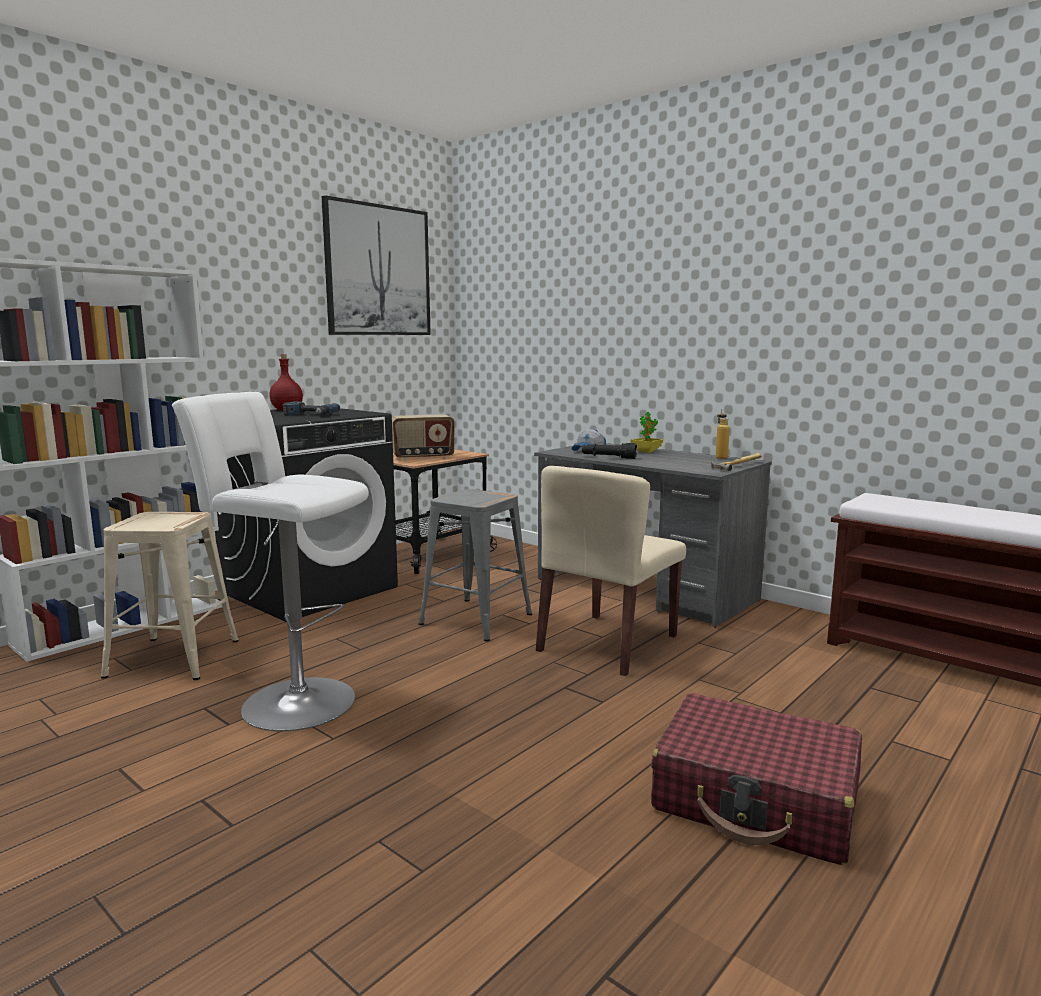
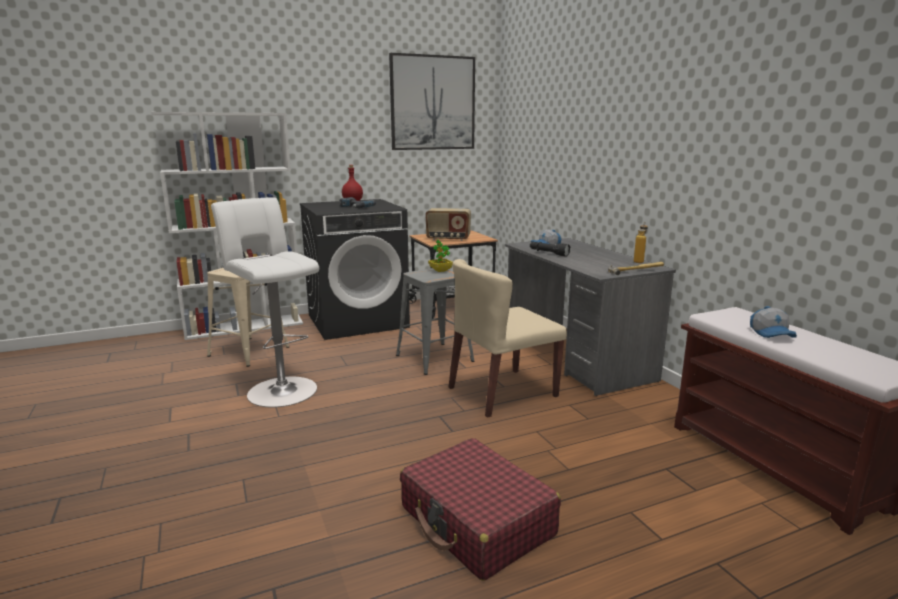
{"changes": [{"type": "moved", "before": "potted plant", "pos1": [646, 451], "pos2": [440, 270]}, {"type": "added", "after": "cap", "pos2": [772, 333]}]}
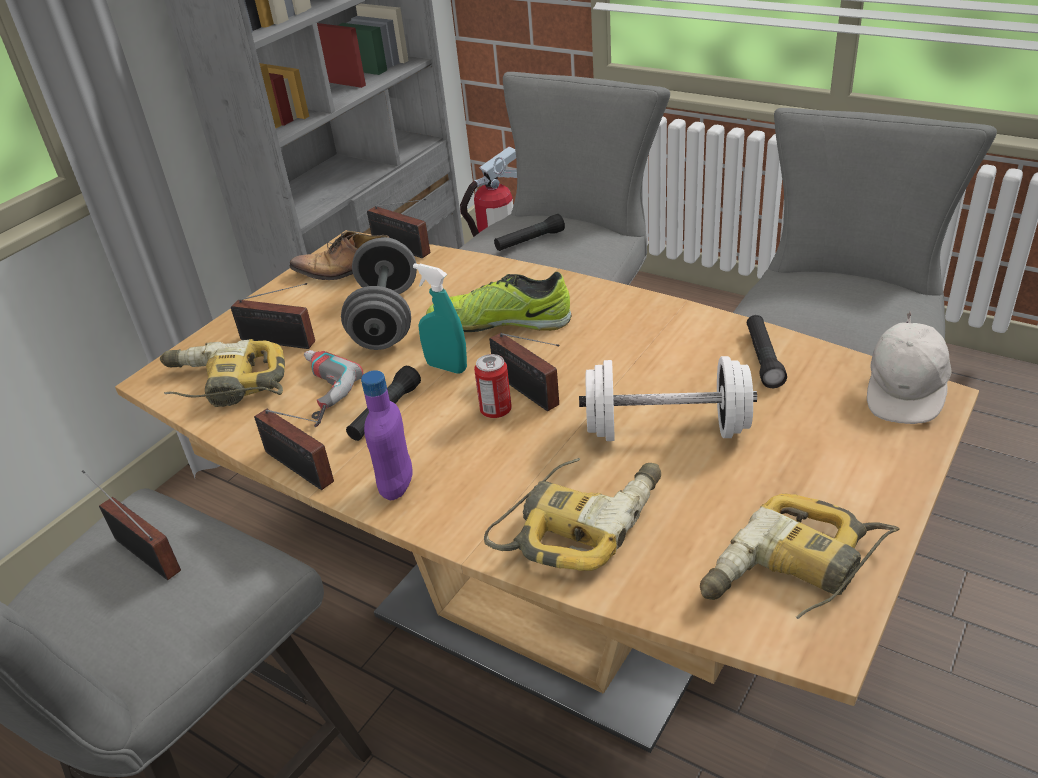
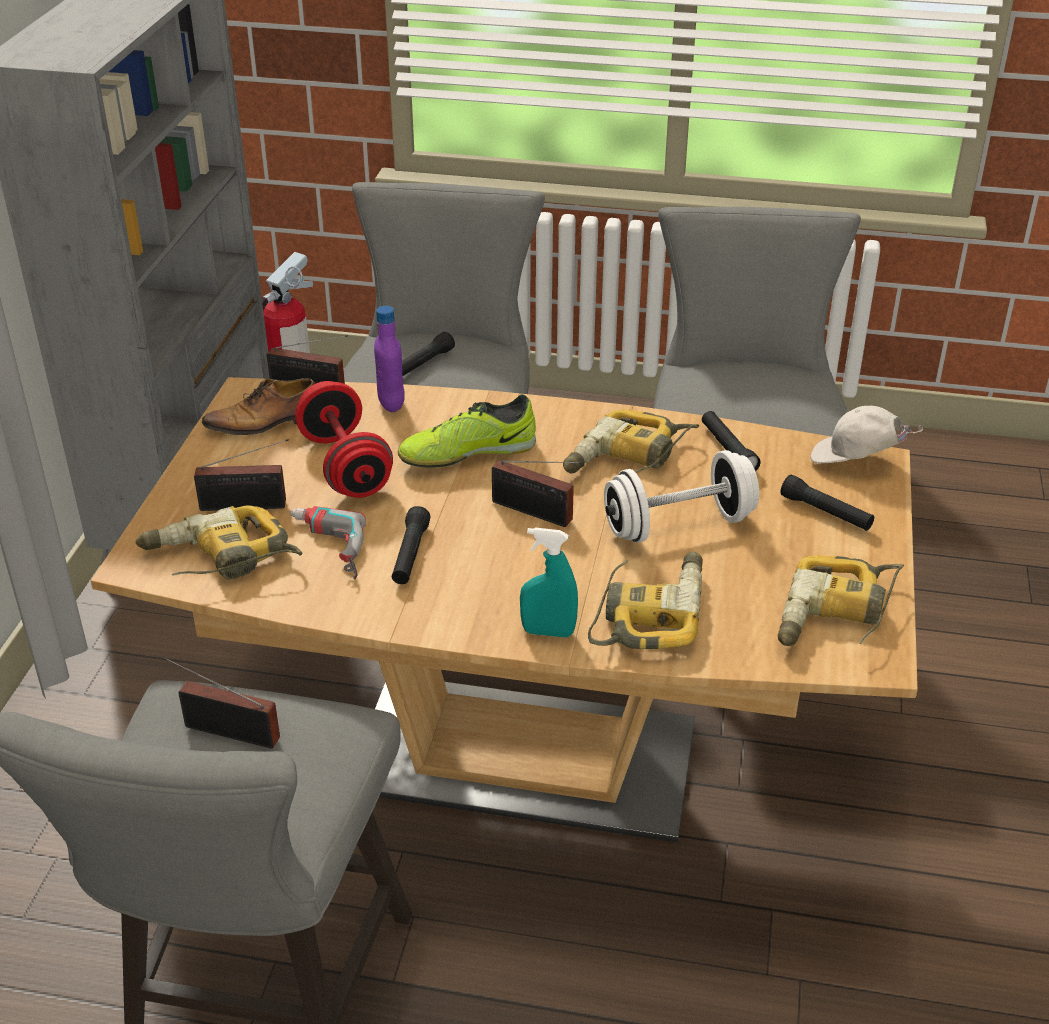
{"changes": [{"type": "recoloured", "before": "dumbbell (grey)", "after": "dumbbell (red)", "pos1": [386, 319], "pos2": [345, 466]}, {"type": "moved", "before": "bottle (purple)", "pos1": [397, 486], "pos2": [391, 404]}, {"type": "moved", "before": "spray bottle (turquoise)", "pos1": [446, 367], "pos2": [548, 632]}, {"type": "added", "after": "power drill", "pos2": [628, 459]}, {"type": "added", "after": "flashlight (black)", "pos2": [826, 513]}, {"type": "turned", "before": "cap (white)", "pos1": [905, 393], "pos2": [855, 461], "turn": 105}, {"type": "removed", "before": "radio", "pos1": [301, 470]}, {"type": "removed", "before": "can", "pos1": [496, 411]}]}
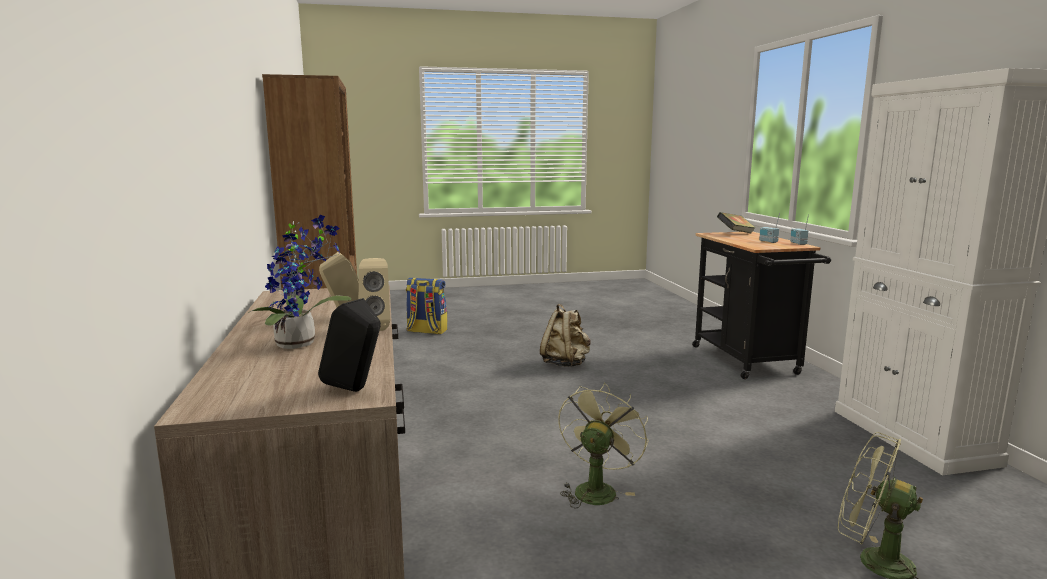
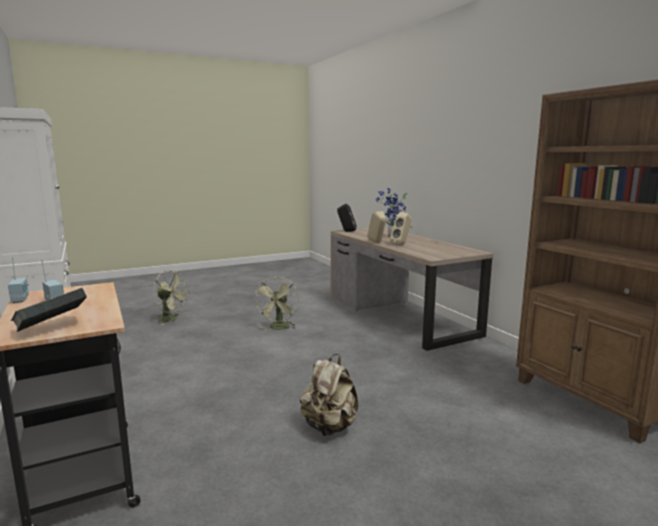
{"changes": [{"type": "removed", "before": "backpack", "pos1": [426, 331]}]}
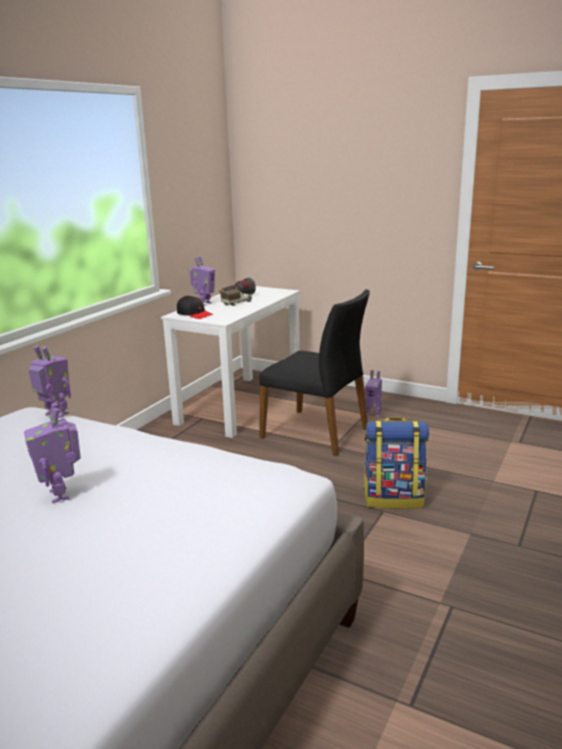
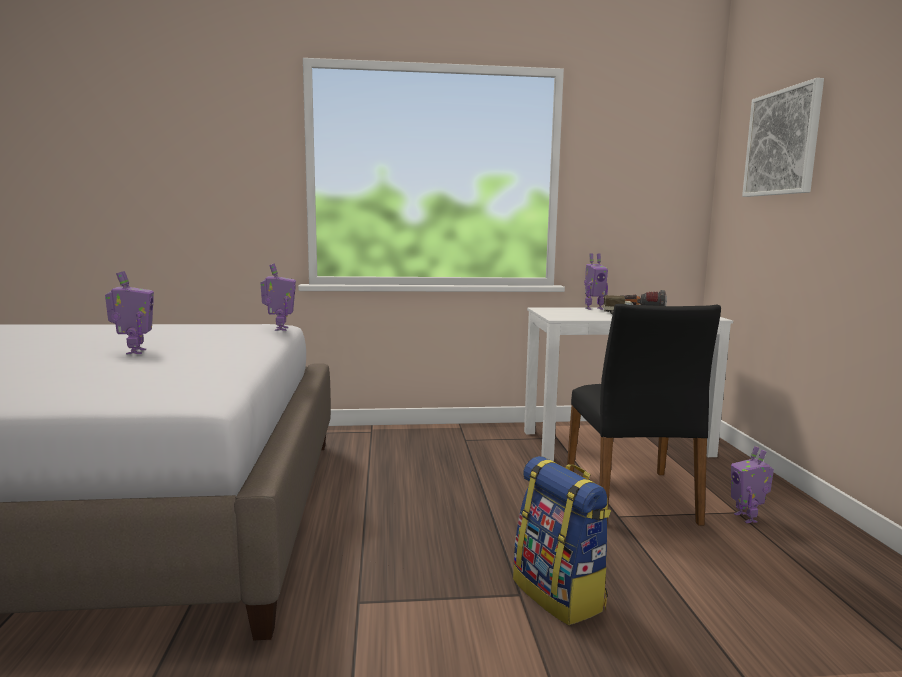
{"changes": [{"type": "turned", "before": "toy robot", "pos1": [61, 494], "pos2": [134, 352], "turn": 135}, {"type": "added", "after": "picture", "pos2": [782, 143]}, {"type": "removed", "before": "cap (black)", "pos1": [194, 314]}]}
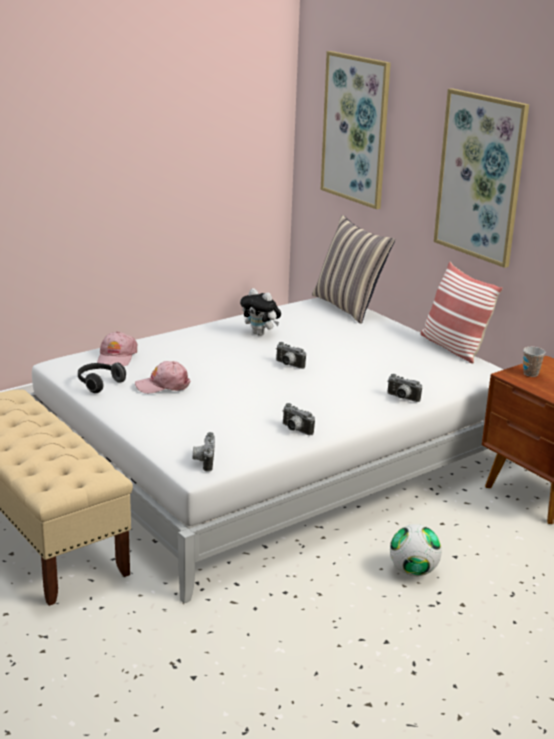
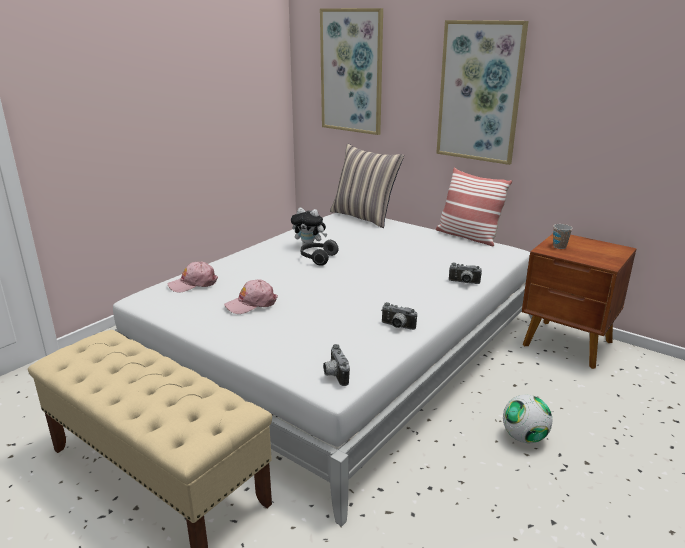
{"changes": [{"type": "turned", "before": "cap (pink)", "pos1": [116, 357], "pos2": [193, 284], "turn": 75}, {"type": "moved", "before": "headphones", "pos1": [99, 384], "pos2": [317, 258]}, {"type": "removed", "before": "photo camera", "pos1": [288, 365]}]}
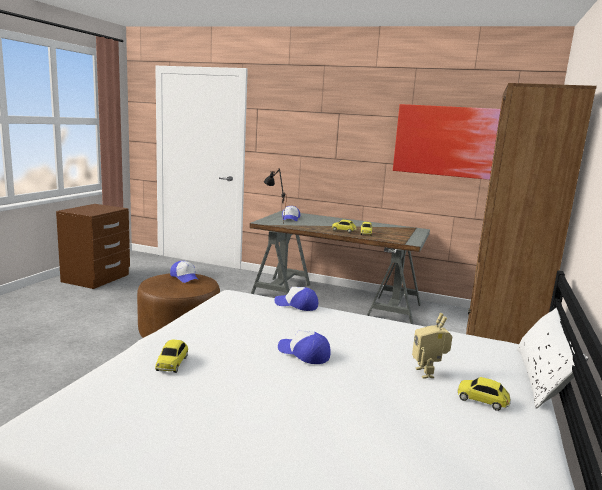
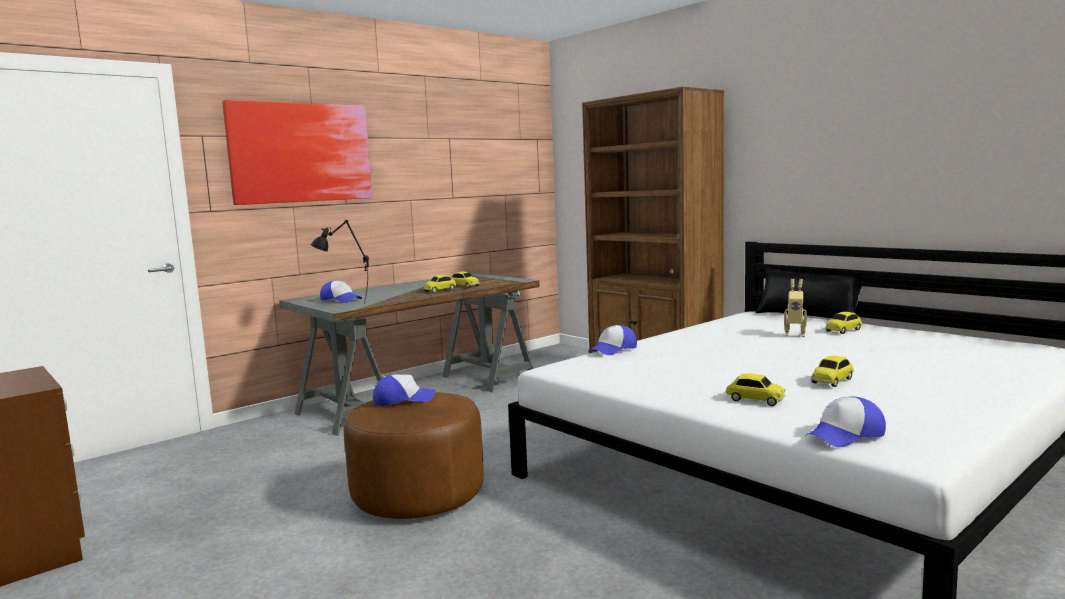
{"changes": [{"type": "moved", "before": "picture", "pos1": [446, 141], "pos2": [301, 153]}, {"type": "recoloured", "before": "pillow (white)", "after": "pillow (black)", "pos1": [542, 378], "pos2": [808, 316]}, {"type": "moved", "before": "cap", "pos1": [304, 353], "pos2": [845, 435]}, {"type": "added", "after": "toy car", "pos2": [832, 381]}]}
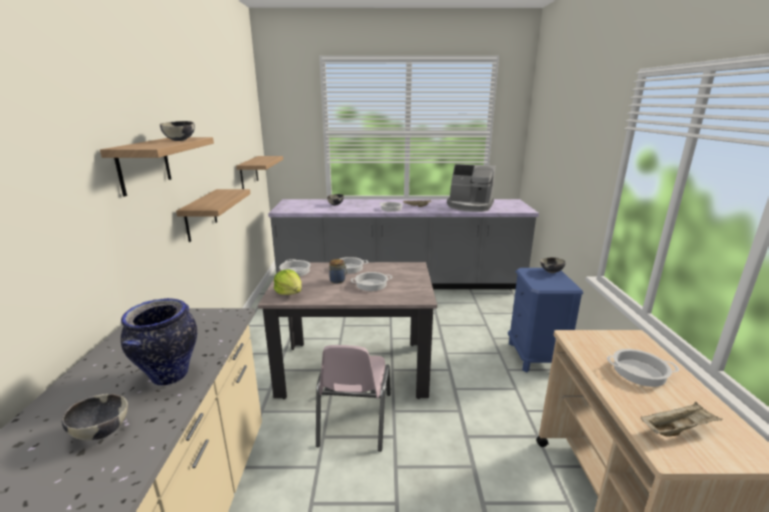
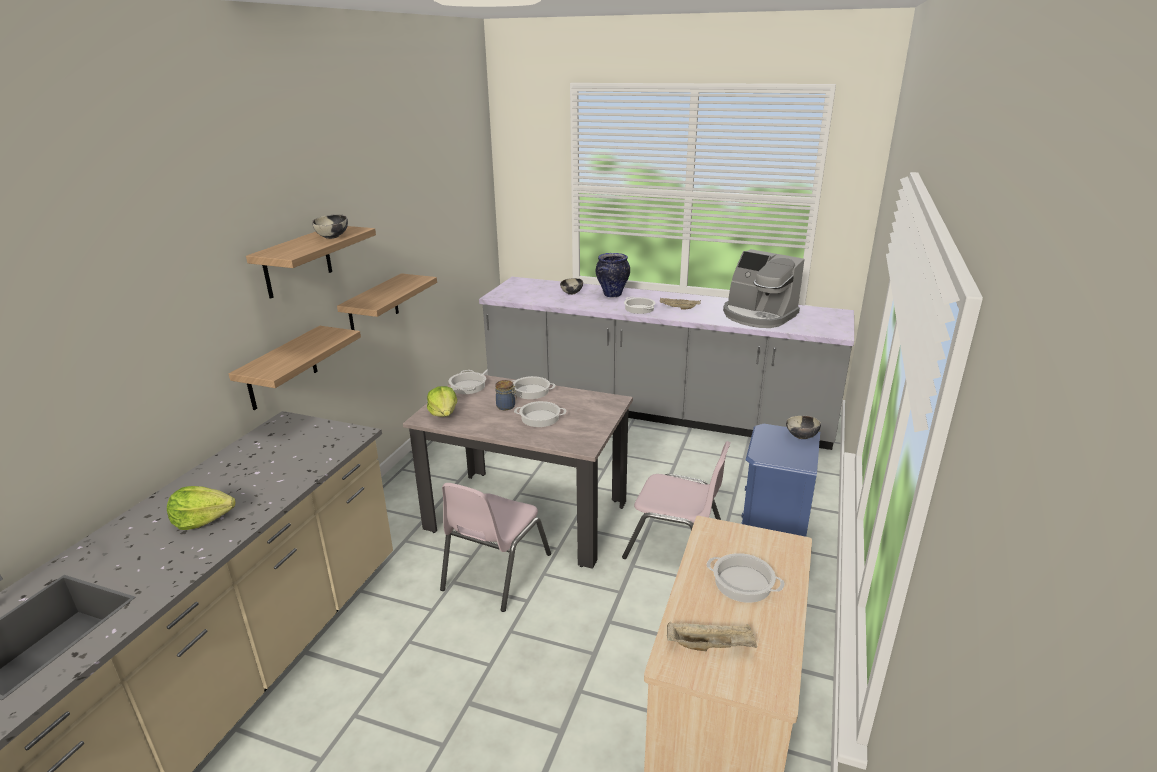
{"changes": [{"type": "replaced", "before": "bowl", "after": "lettuce", "pos1": [101, 431], "pos2": [202, 519]}, {"type": "moved", "before": "shelf", "pos1": [249, 172], "pos2": [282, 368]}, {"type": "moved", "before": "vase", "pos1": [169, 376], "pos2": [612, 295]}, {"type": "added", "after": "chair (pink)", "pos2": [675, 547]}]}
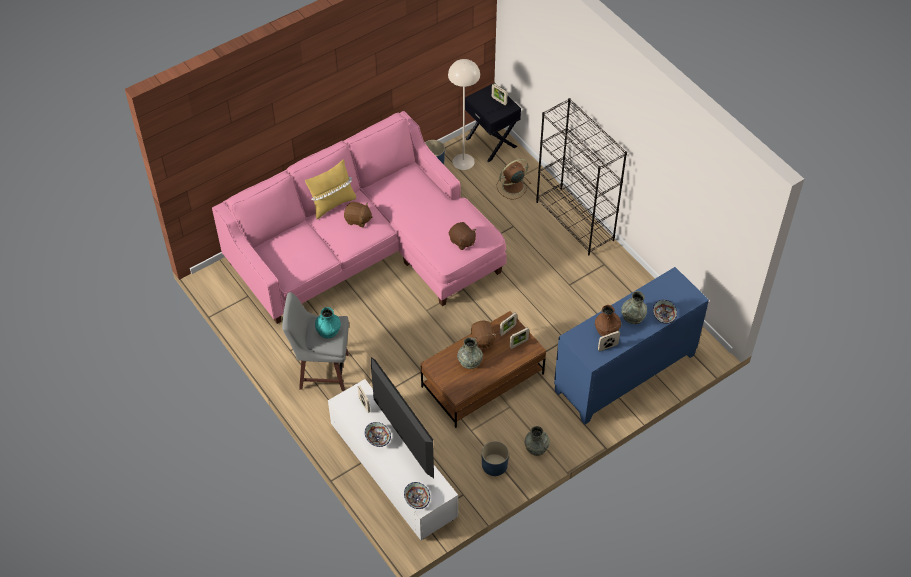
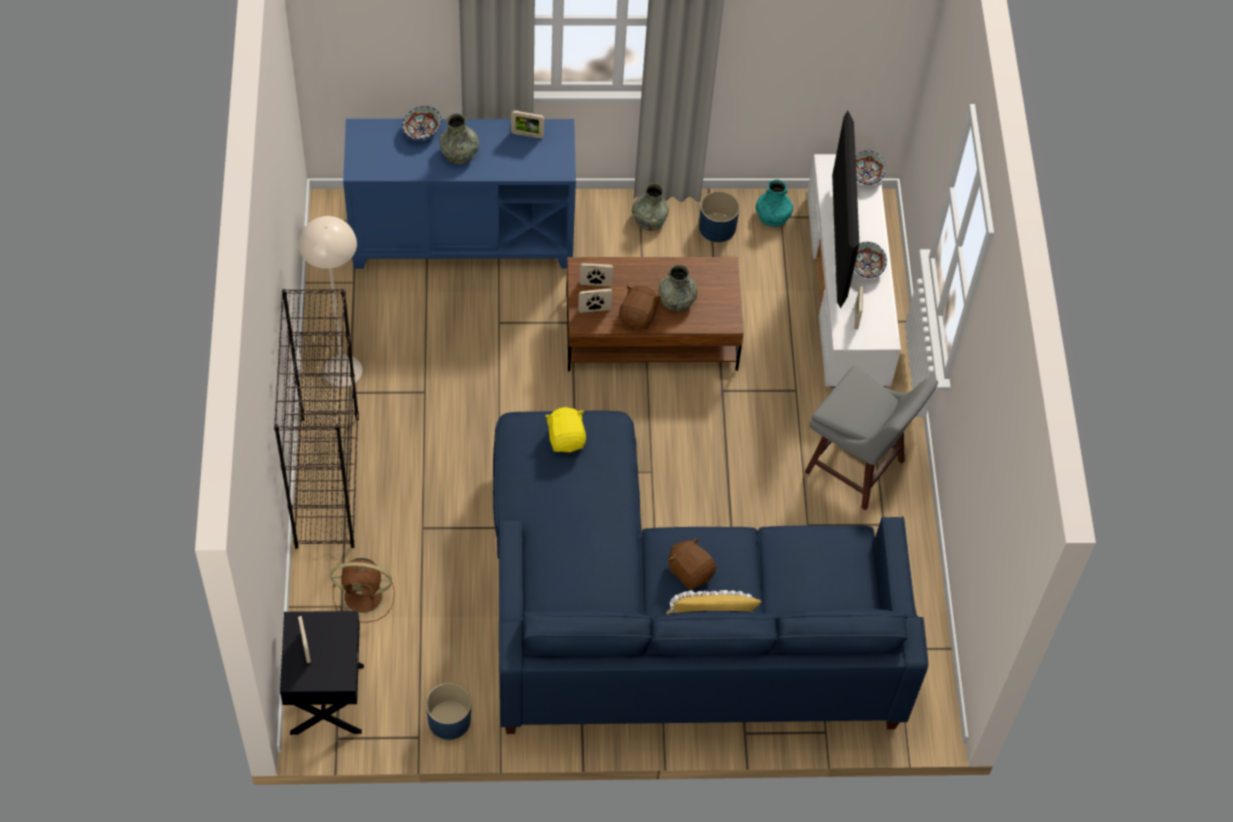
{"changes": [{"type": "moved", "before": "floor lamp (beige)", "pos1": [463, 161], "pos2": [342, 370]}, {"type": "recoloured", "before": "sofa (pink)", "after": "sofa (blue)", "pos1": [367, 250], "pos2": [669, 620]}, {"type": "recoloured", "before": "plush toy (brown)", "after": "plush toy (yellow)", "pos1": [462, 241], "pos2": [566, 438]}, {"type": "moved", "before": "vase (turquoise)", "pos1": [328, 329], "pos2": [773, 216]}, {"type": "removed", "before": "vase (brown)", "pos1": [607, 329]}]}
